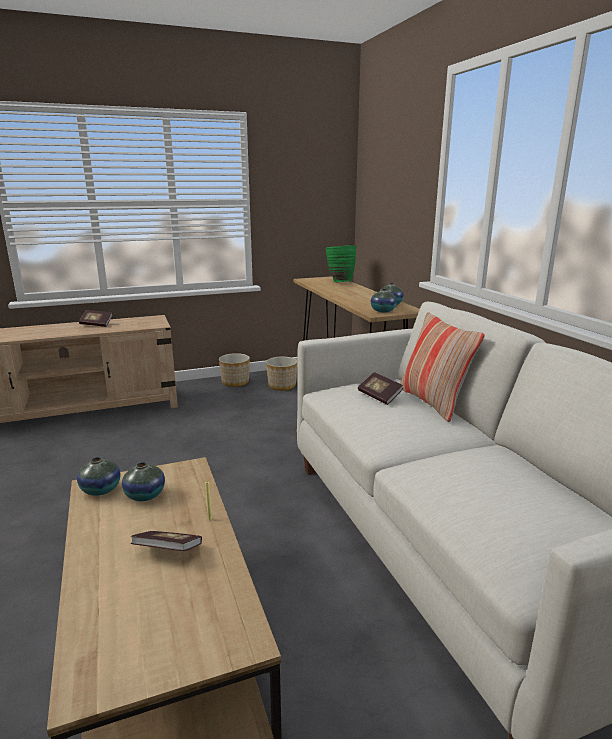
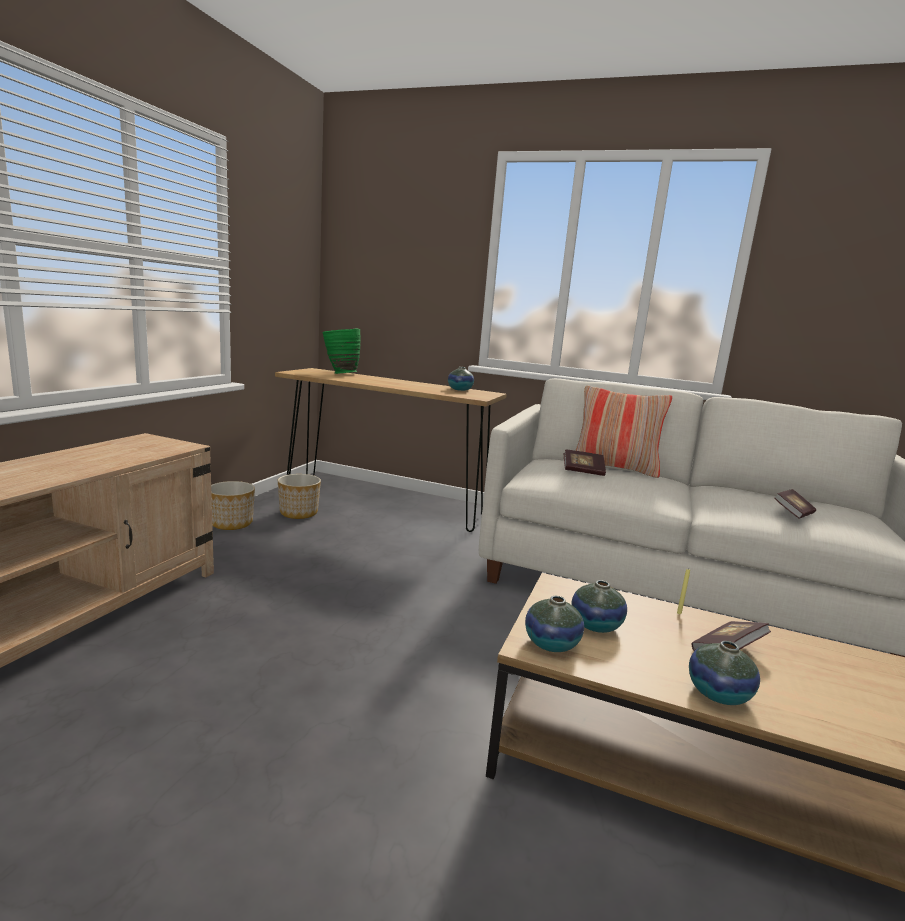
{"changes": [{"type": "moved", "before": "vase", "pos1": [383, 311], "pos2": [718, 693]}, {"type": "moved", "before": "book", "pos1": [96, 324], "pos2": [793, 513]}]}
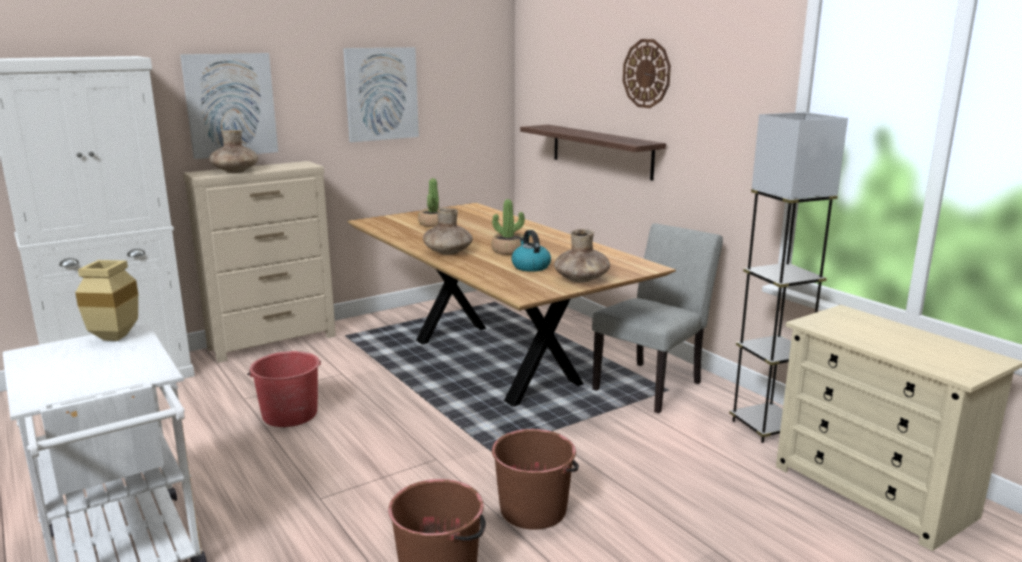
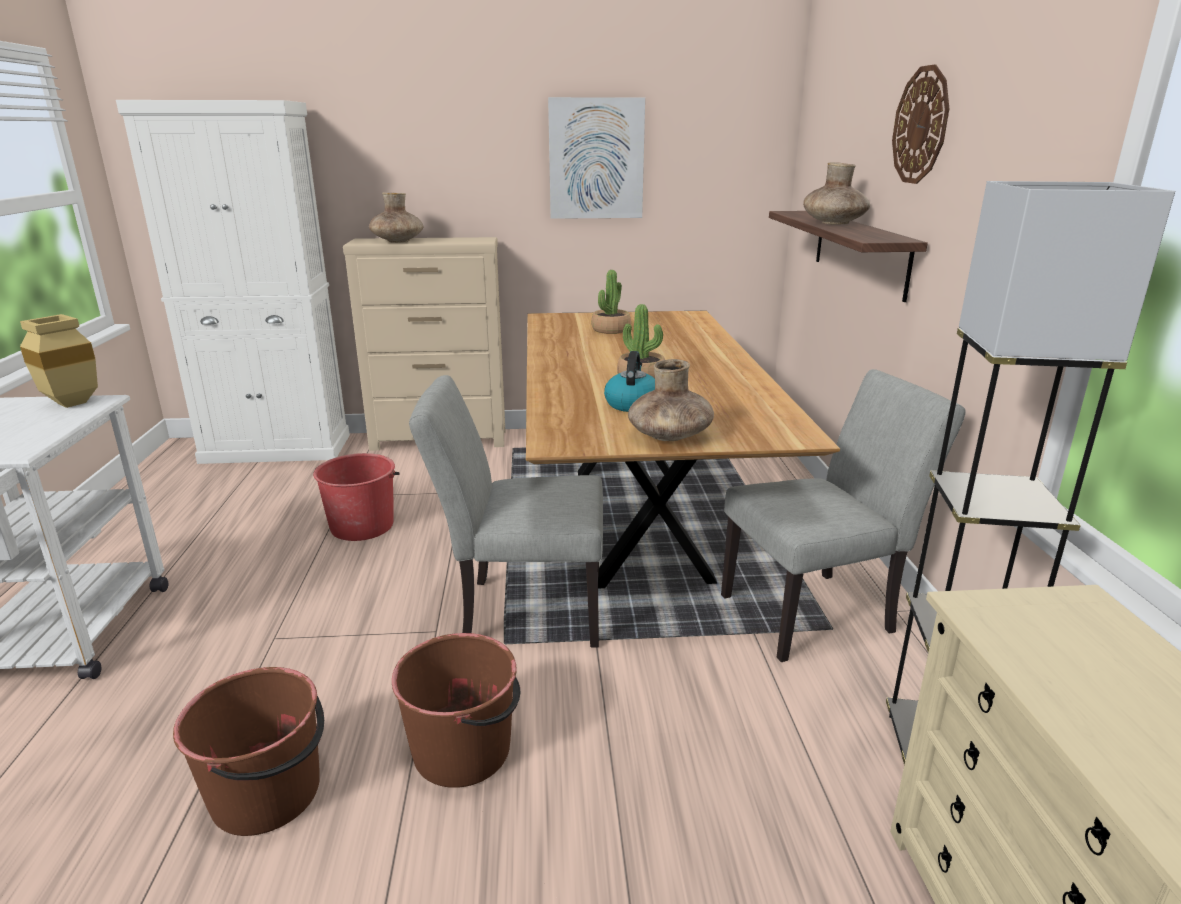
{"changes": [{"type": "added", "after": "chair (grey)", "pos2": [520, 611]}, {"type": "moved", "before": "vase (brown)", "pos1": [448, 252], "pos2": [834, 223]}, {"type": "removed", "before": "picture", "pos1": [230, 105]}]}
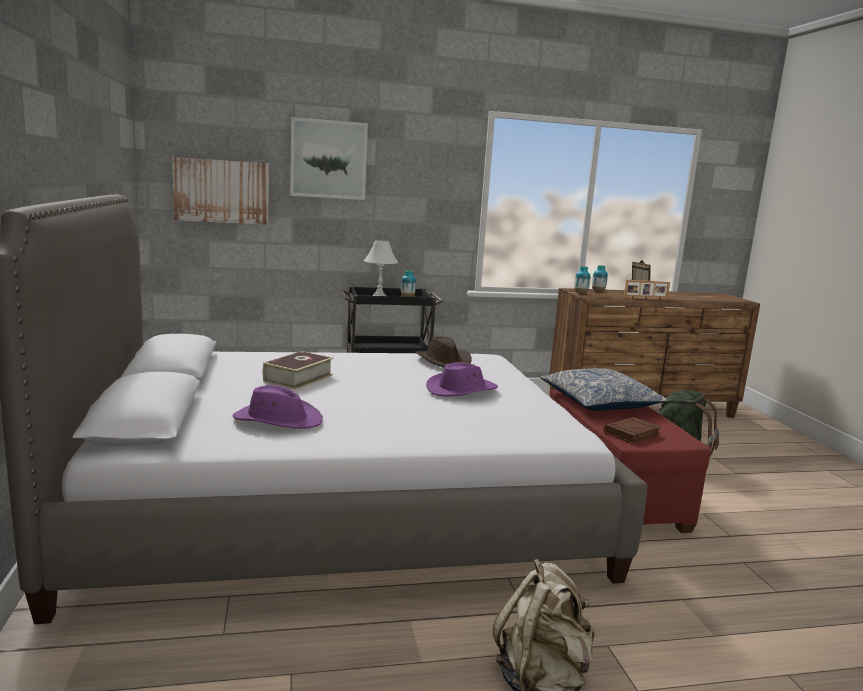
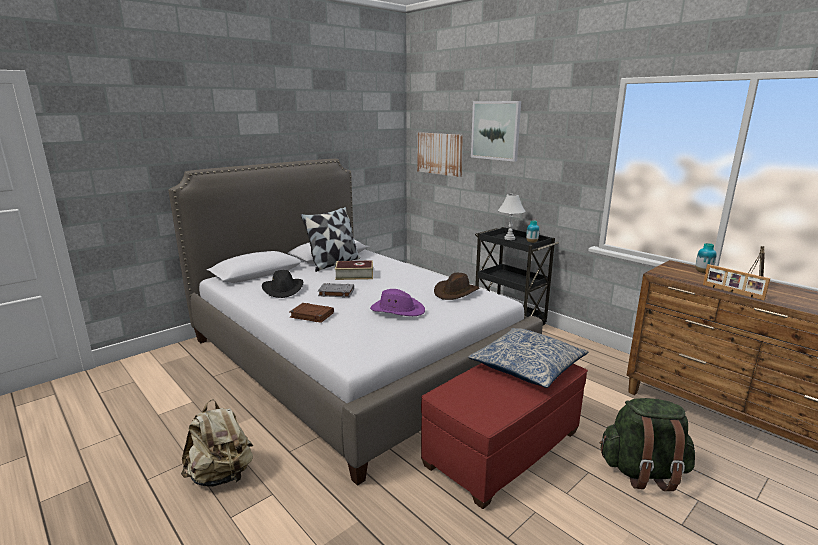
{"changes": [{"type": "recoloured", "before": "hat (purple)", "after": "hat (black)", "pos1": [278, 419], "pos2": [283, 289]}, {"type": "moved", "before": "book (brown)", "pos1": [631, 434], "pos2": [311, 315]}, {"type": "added", "after": "pillow", "pos2": [334, 263]}, {"type": "added", "after": "book (grey)", "pos2": [336, 293]}, {"type": "removed", "before": "vase", "pos1": [581, 293]}]}
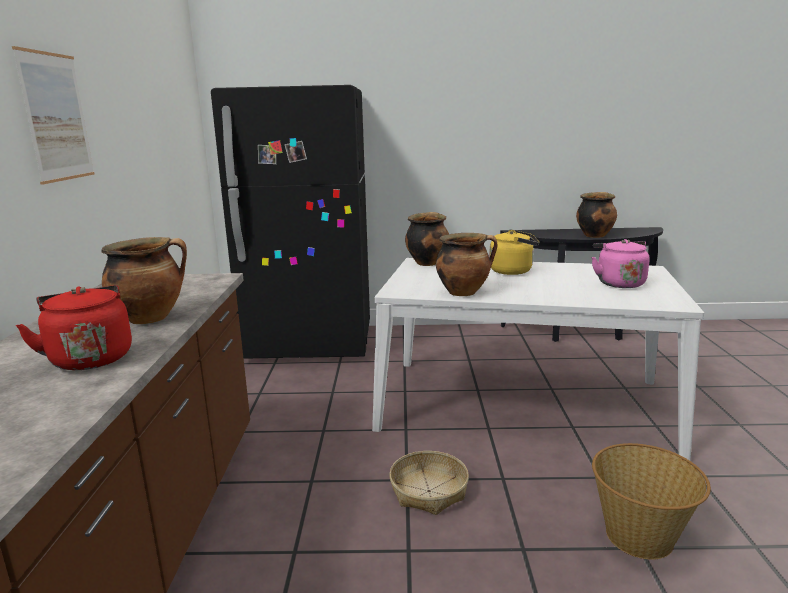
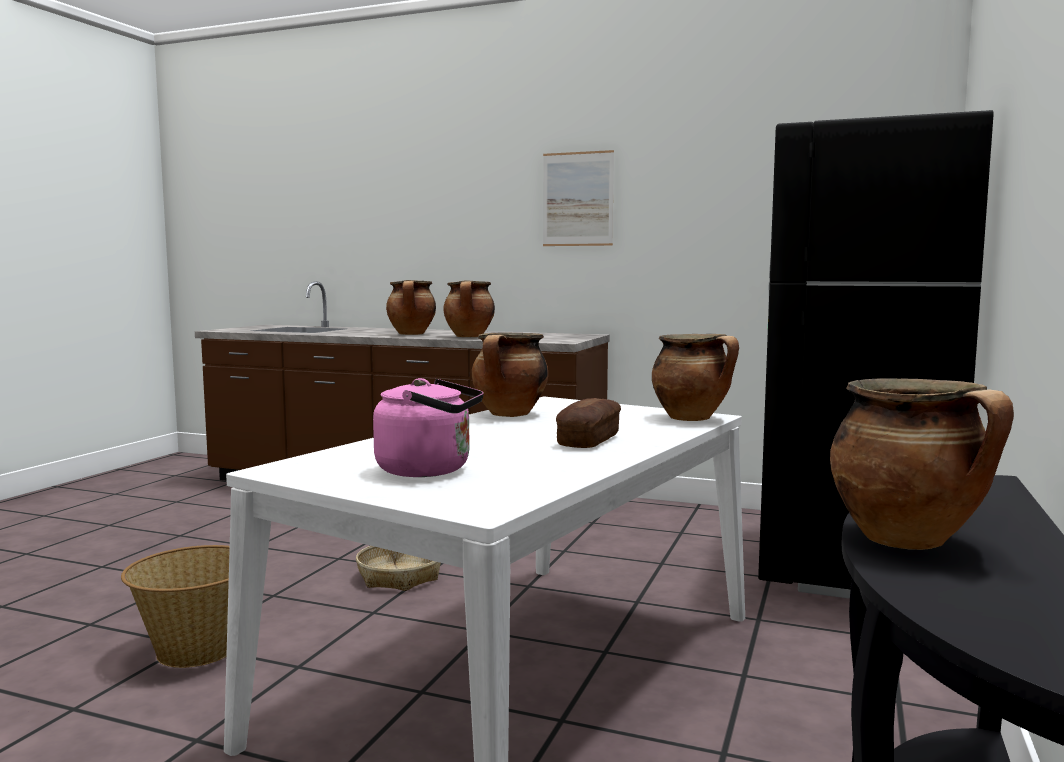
{"changes": [{"type": "replaced", "before": "kettle (red)", "after": "cooking pot", "pos1": [90, 357], "pos2": [412, 334]}, {"type": "replaced", "before": "kettle (yellow)", "after": "bread", "pos1": [513, 271], "pos2": [589, 440]}]}
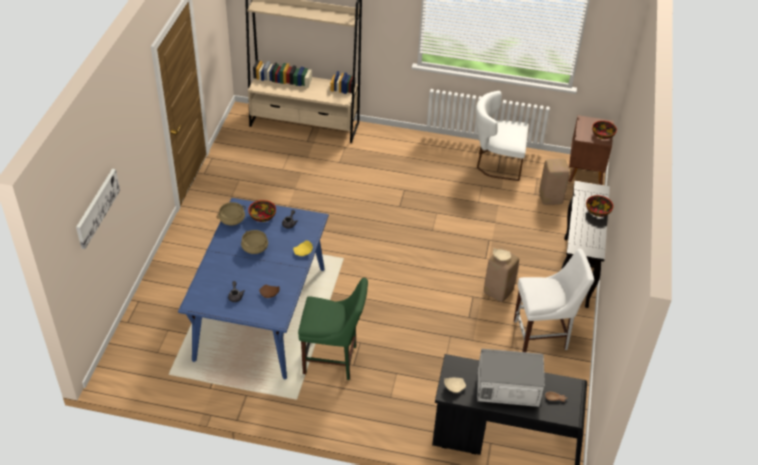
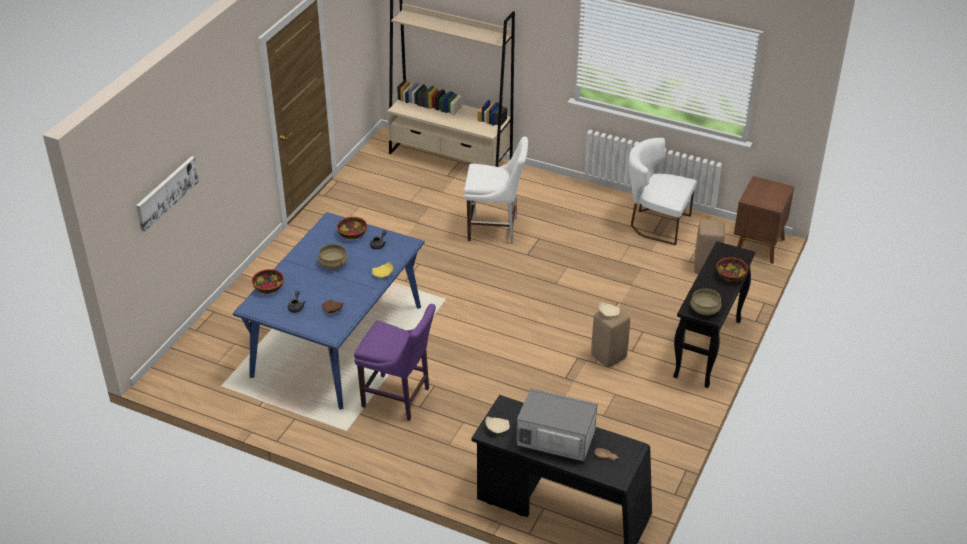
{"changes": [{"type": "moved", "before": "bowl", "pos1": [602, 135], "pos2": [269, 287]}, {"type": "recoloured", "before": "chair (green)", "after": "chair (purple)", "pos1": [333, 360], "pos2": [399, 399]}, {"type": "moved", "before": "chair (white)", "pos1": [543, 335], "pos2": [495, 229]}, {"type": "moved", "before": "cooking pot (beige)", "pos1": [232, 219], "pos2": [705, 309]}]}
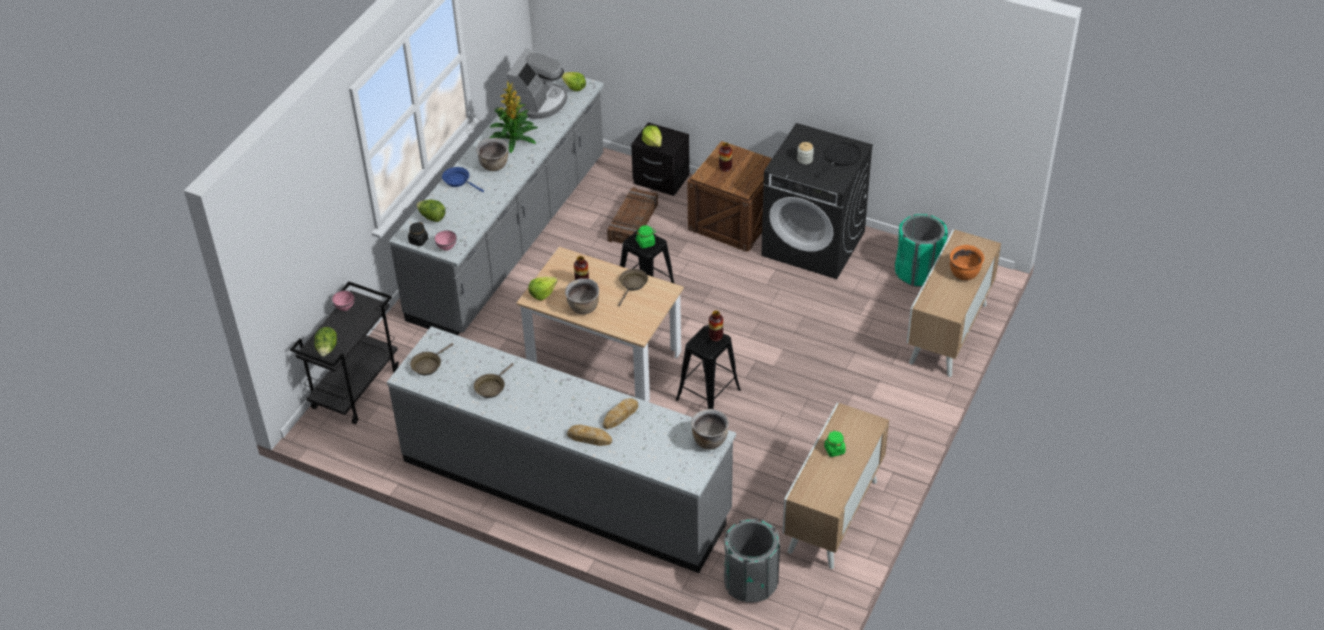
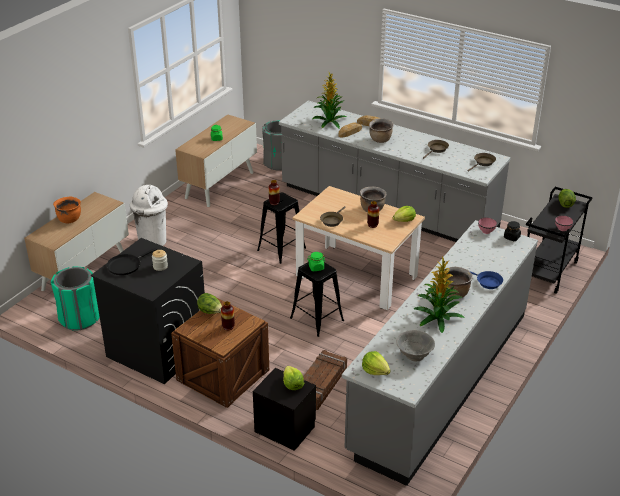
{"changes": [{"type": "added", "after": "trash can (white)", "pos2": [153, 241]}, {"type": "moved", "before": "lettuce", "pos1": [432, 217], "pos2": [210, 312]}, {"type": "added", "after": "potted plant", "pos2": [329, 121]}, {"type": "moved", "before": "cooking pot (brown)", "pos1": [709, 440], "pos2": [380, 140]}, {"type": "replaced", "before": "coffee machine", "after": "bowl (grey)", "pos1": [539, 102], "pos2": [414, 355]}]}
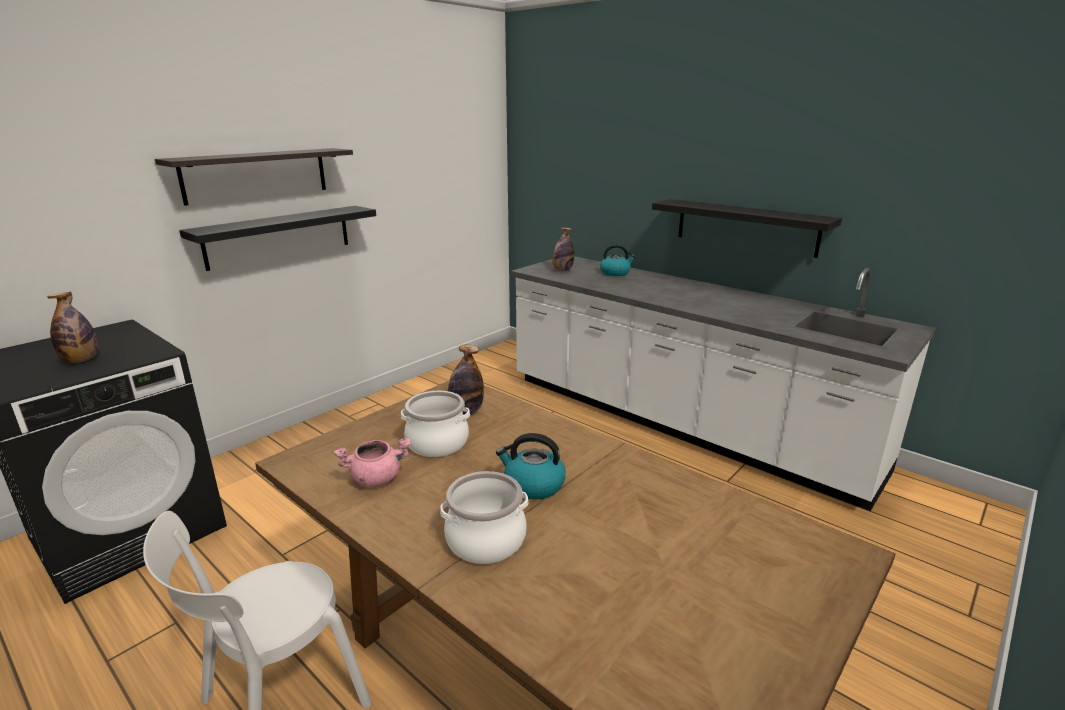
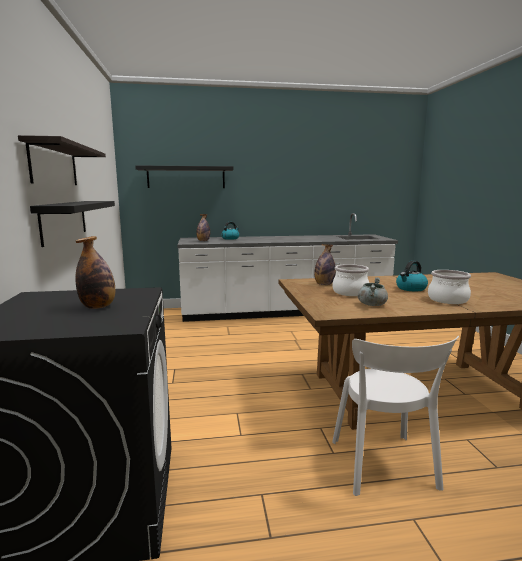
{"changes": [{"type": "moved", "before": "shelf (black)", "pos1": [745, 227], "pos2": [186, 177]}, {"type": "recoloured", "before": "cooking pot (pink)", "after": "cooking pot (grey)", "pos1": [376, 478], "pos2": [372, 304]}]}
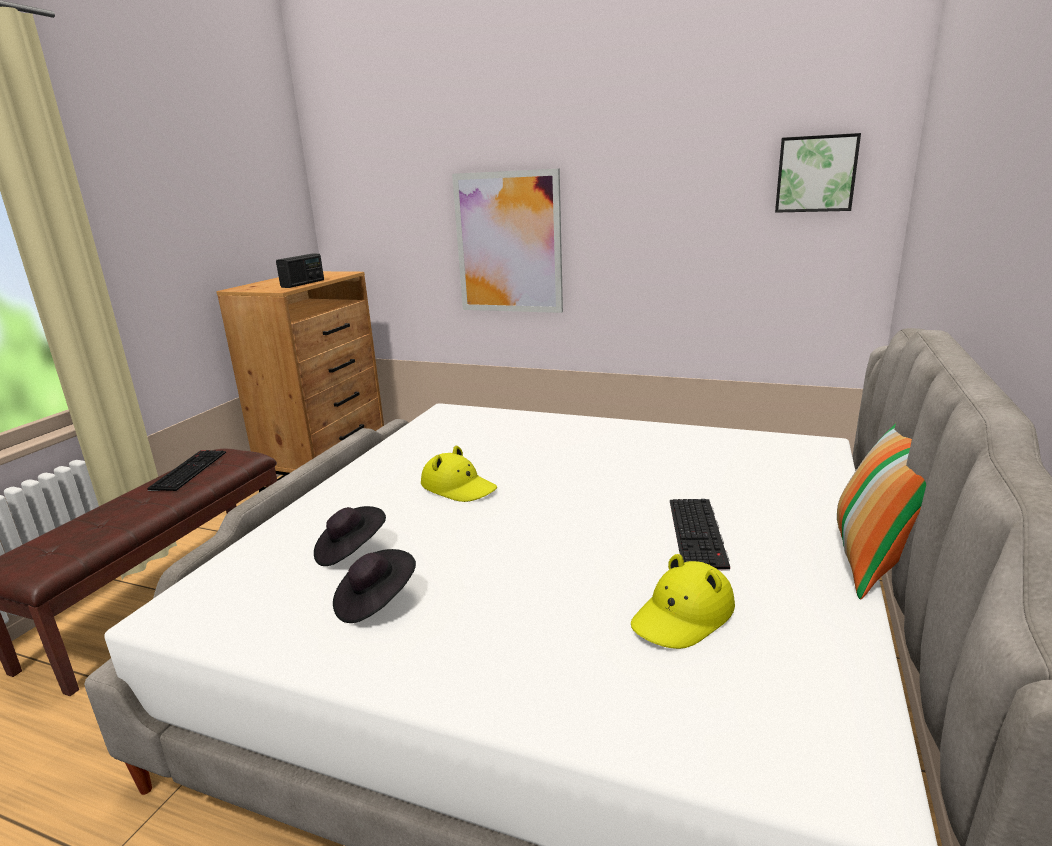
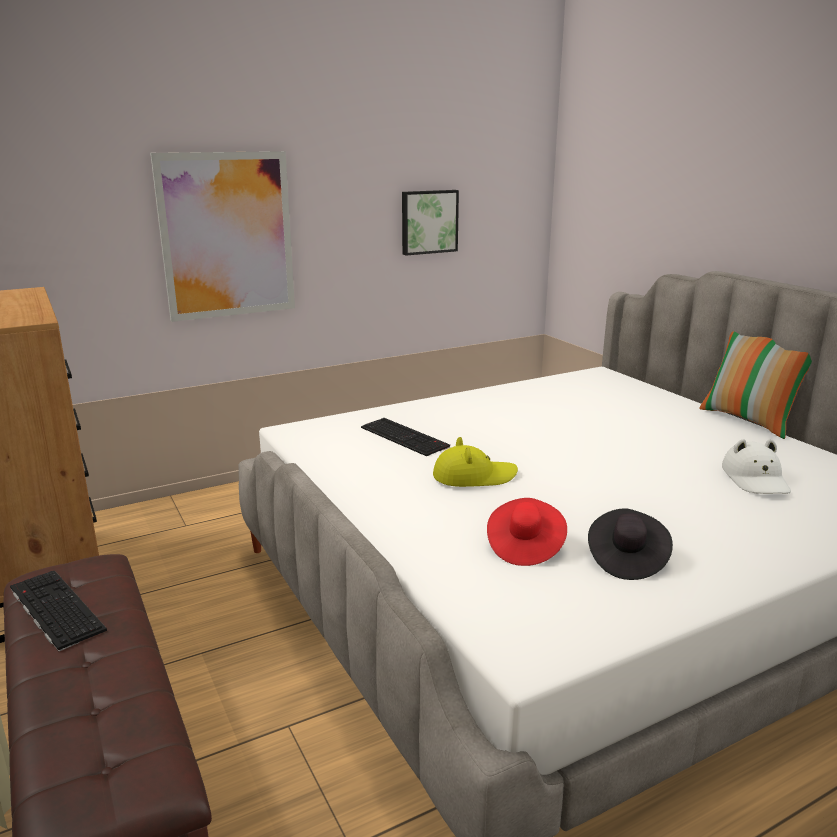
{"changes": [{"type": "moved", "before": "keyboard", "pos1": [699, 533], "pos2": [406, 437]}, {"type": "moved", "before": "picture", "pos1": [816, 174], "pos2": [428, 222]}, {"type": "recoloured", "before": "hat (black)", "after": "hat (red)", "pos1": [350, 551], "pos2": [524, 547]}, {"type": "recoloured", "before": "hat (yellow)", "after": "hat (white)", "pos1": [683, 616], "pos2": [756, 479]}, {"type": "removed", "before": "radio", "pos1": [303, 283]}]}
